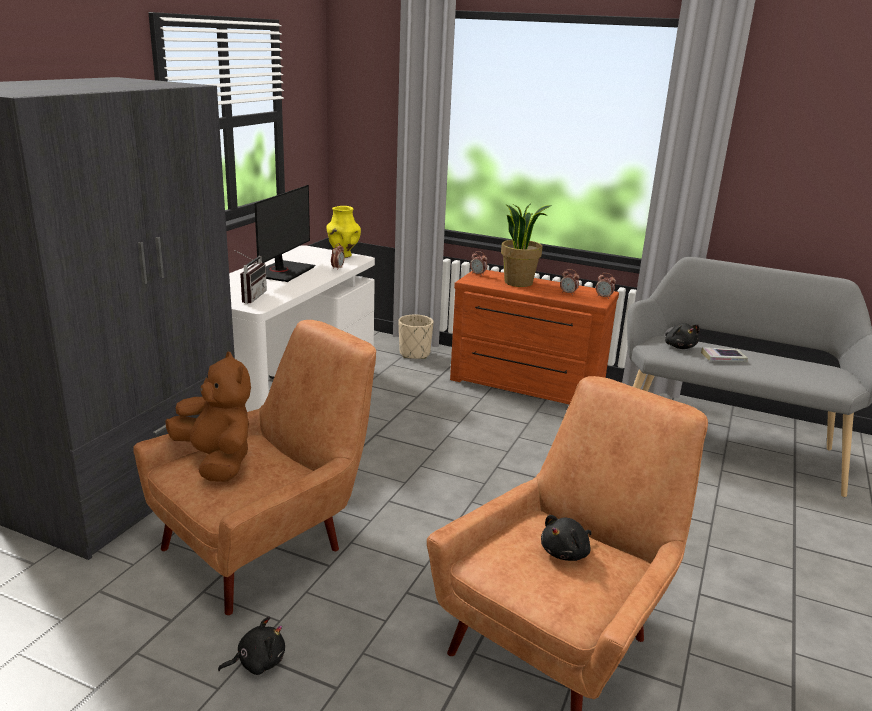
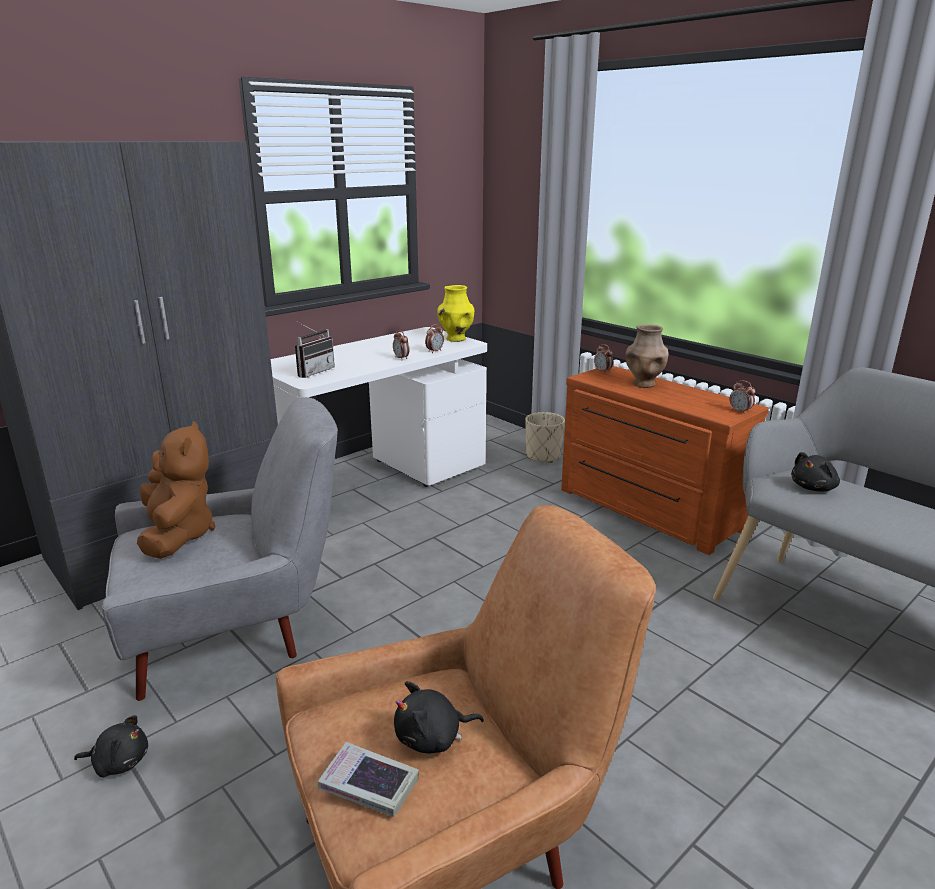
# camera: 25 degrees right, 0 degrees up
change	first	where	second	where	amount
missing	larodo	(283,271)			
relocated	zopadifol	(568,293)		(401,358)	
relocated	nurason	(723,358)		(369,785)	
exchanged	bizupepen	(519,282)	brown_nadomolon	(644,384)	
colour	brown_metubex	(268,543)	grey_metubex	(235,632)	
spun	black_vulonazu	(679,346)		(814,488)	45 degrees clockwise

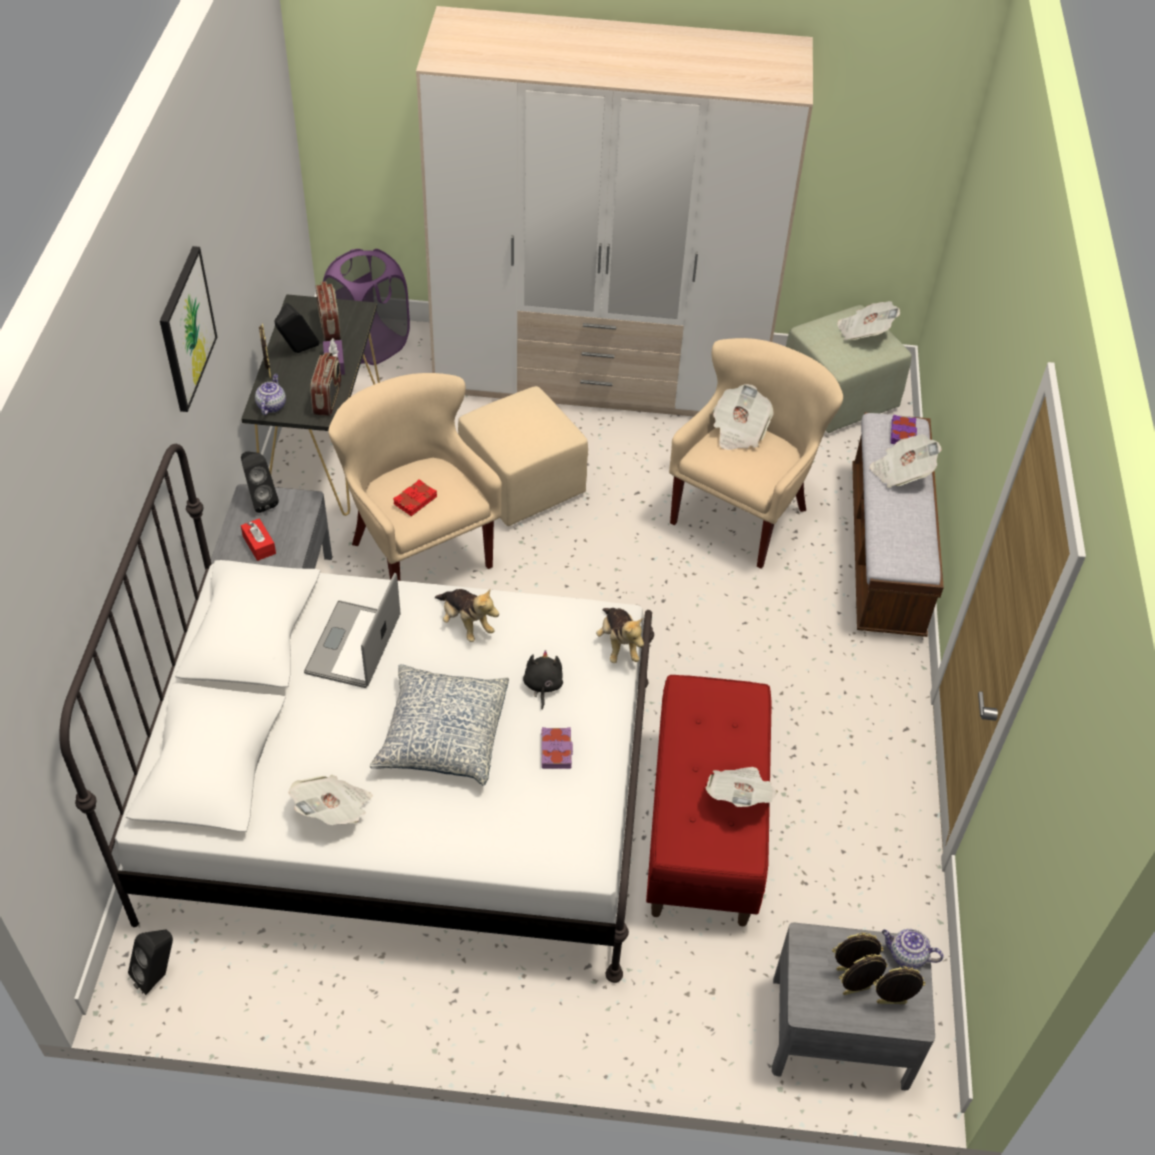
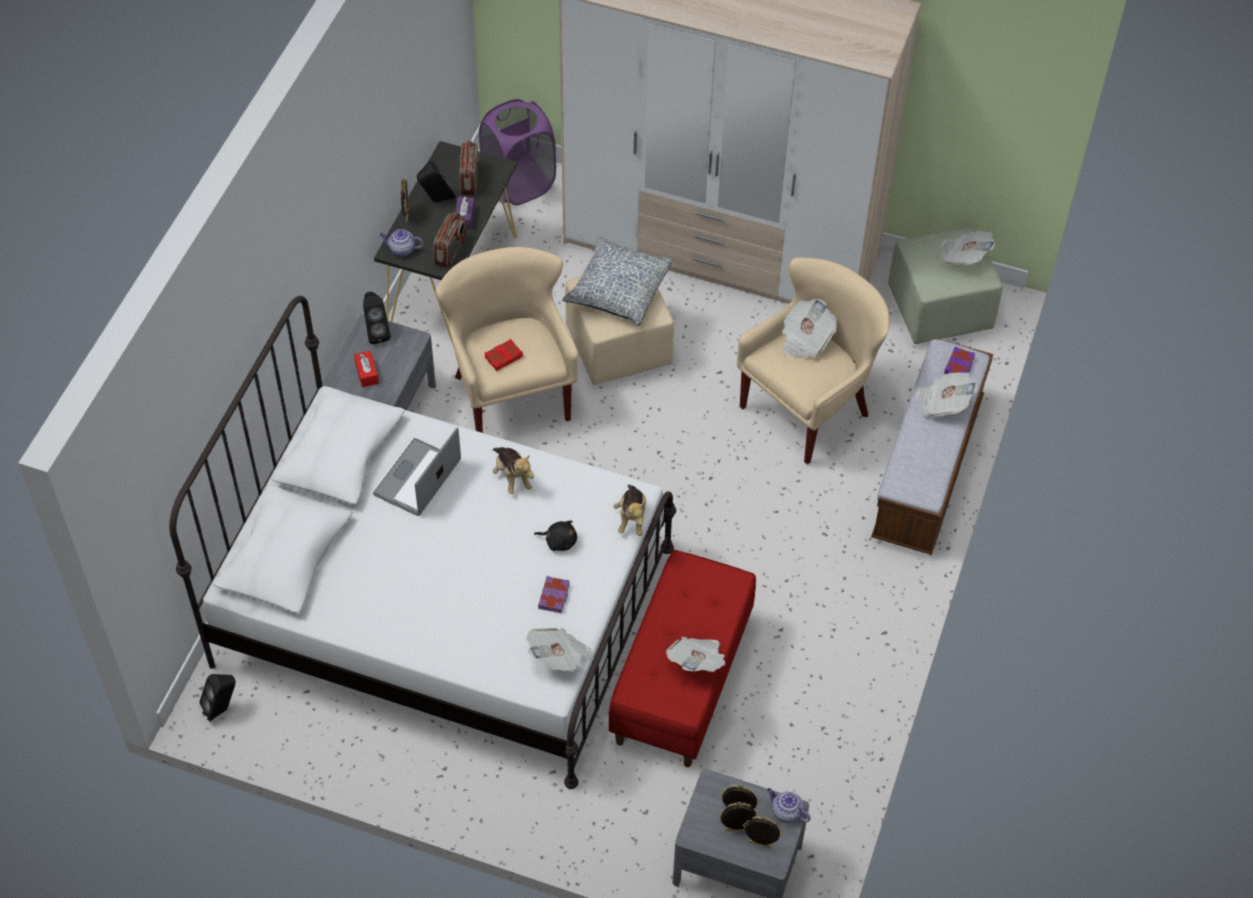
# camera: 15 degrees right, 5 degrees up
change	first	where	second	where	amount
missing	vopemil	(186,329)			
relocated	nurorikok	(334,810)		(559,657)	
relocated	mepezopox	(442,734)		(618,290)	
spun	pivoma	(271,405)		(401,249)	105 degrees counterclockwise
spun	black_vulonazu	(542,686)		(559,541)	90 degrees clockwise

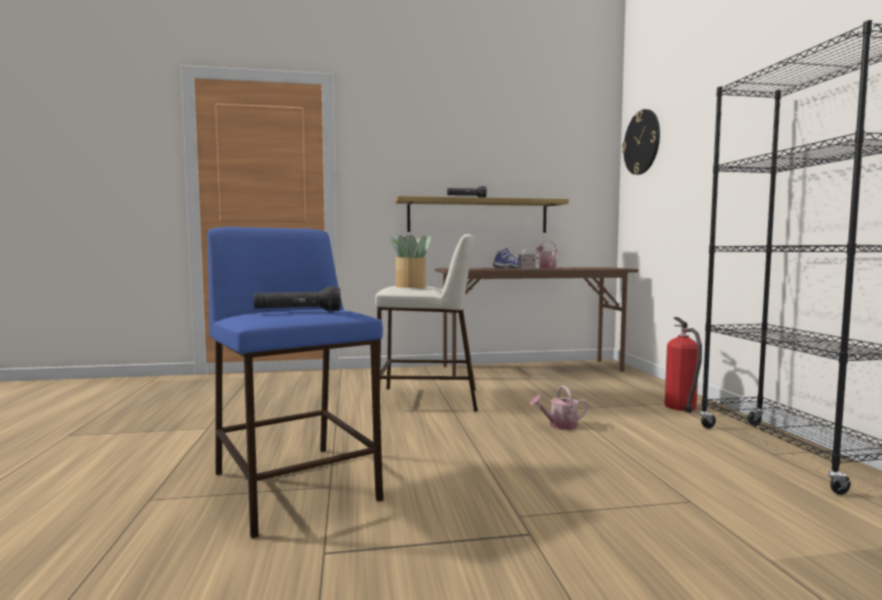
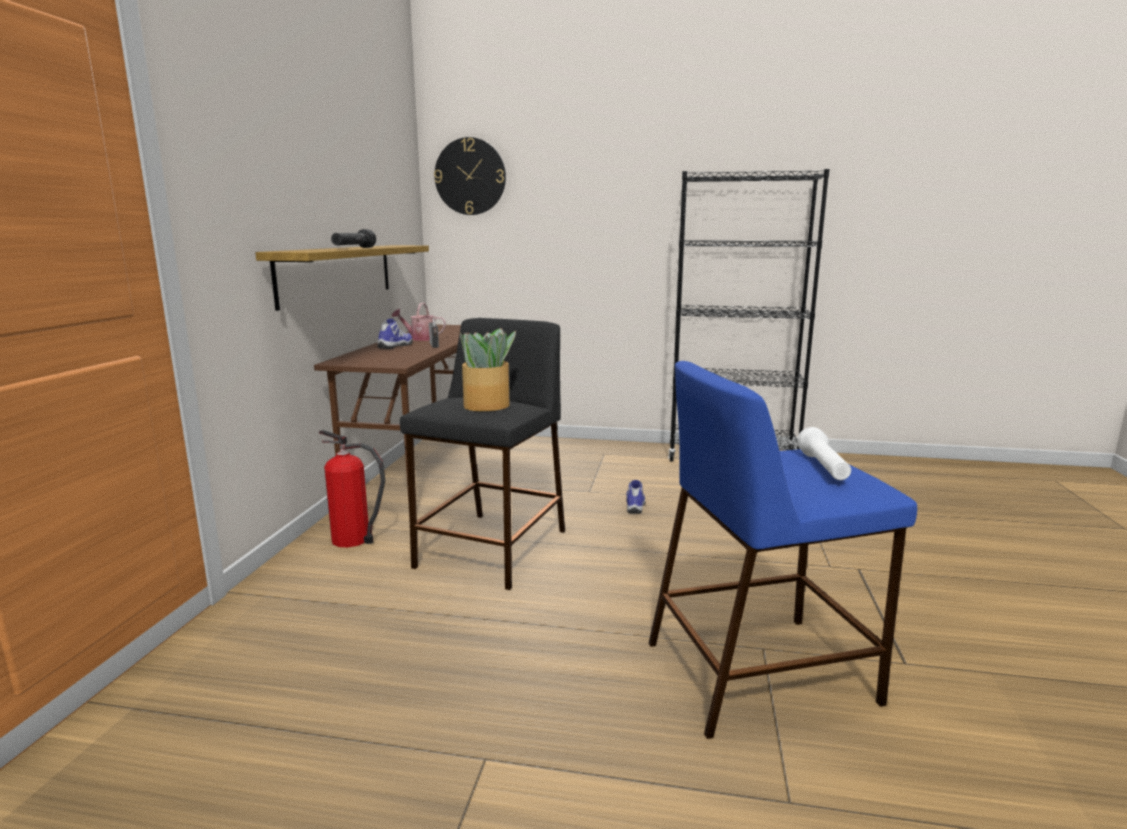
# camera: 70 degrees left, 10 degrees up
change	first	where	second	where	amount
relocated	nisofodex	(682,407)		(354,539)	
exchanged	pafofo	(559,425)	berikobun	(635,505)	
colour	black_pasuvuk	(298,312)	white_pasuvuk	(823,468)	
colour	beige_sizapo	(427,399)	black_sizapo	(492,549)	

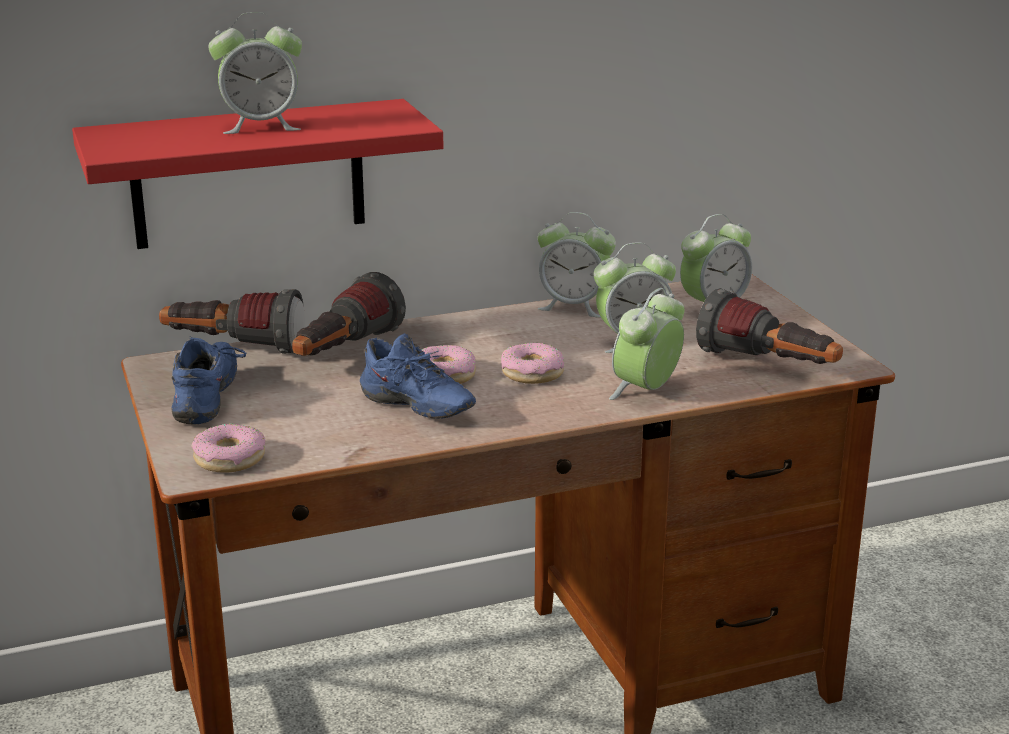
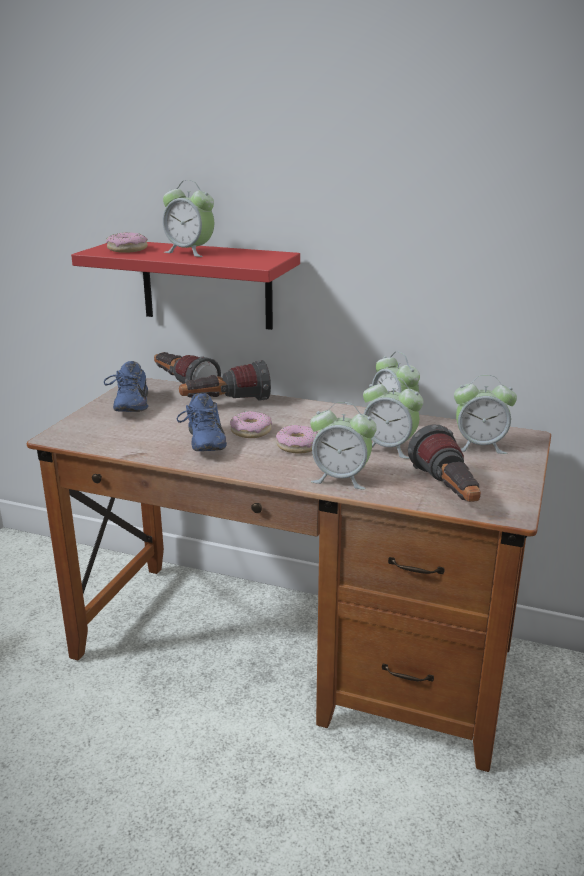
# camera: 40 degrees right, 0 degrees up
change	first	where	second	where	amount
relocated	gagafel	(230,459)		(127,249)	
spun	blue_berikobun	(211,398)		(129,405)	135 degrees clockwise
spun	zopadifol	(646,391)		(341,478)	150 degrees counterclockwise

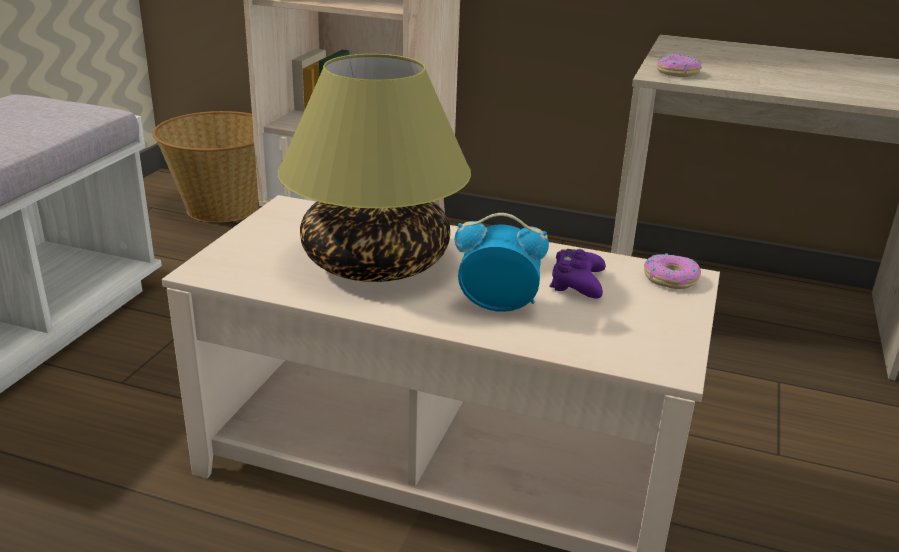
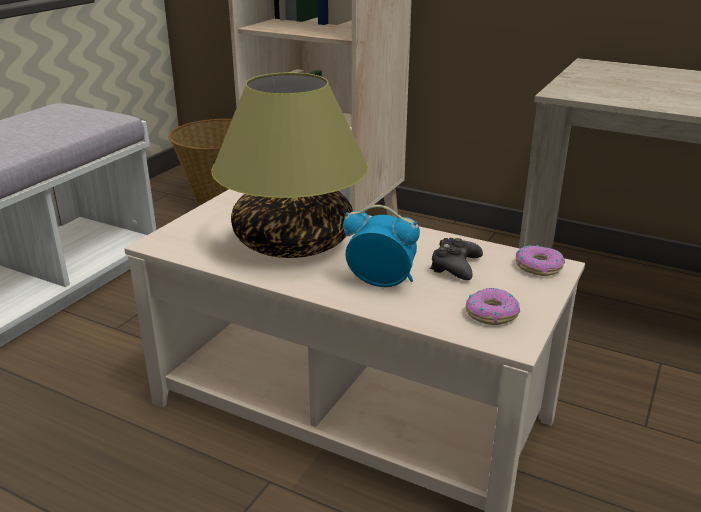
# camera: 10 degrees right, 0 degrees up
change	first	where	second	where	amount
relocated	gagafel	(677,72)		(491,313)	
colour	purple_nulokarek	(577,283)	black_nulokarek	(455,266)	

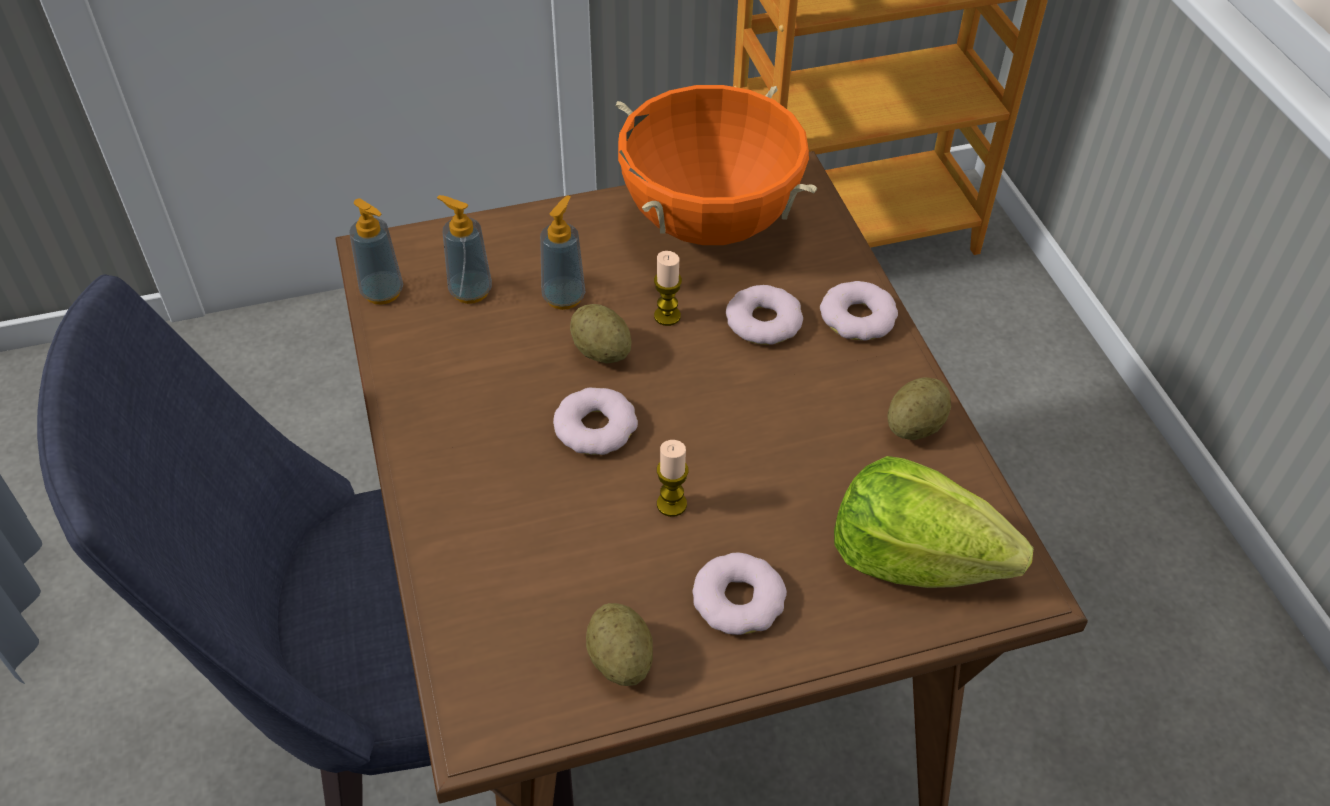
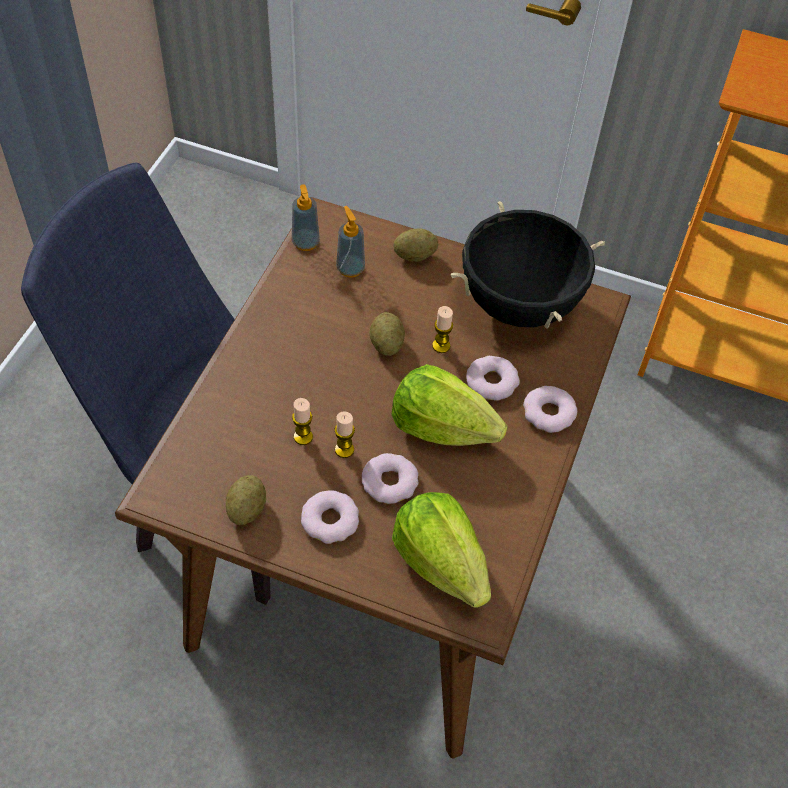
# camera: 35 degrees right, 5 degrees up
change	first	where	second	where	amount
missing	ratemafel	(564,297)			
appeared			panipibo	(303,437)	
appeared			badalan	(441,427)	
relocated	gagafel	(595,427)		(390,482)	
relocated	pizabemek	(914,426)		(415,256)	
colour	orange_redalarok	(709,223)	black_redalarok	(519,304)	

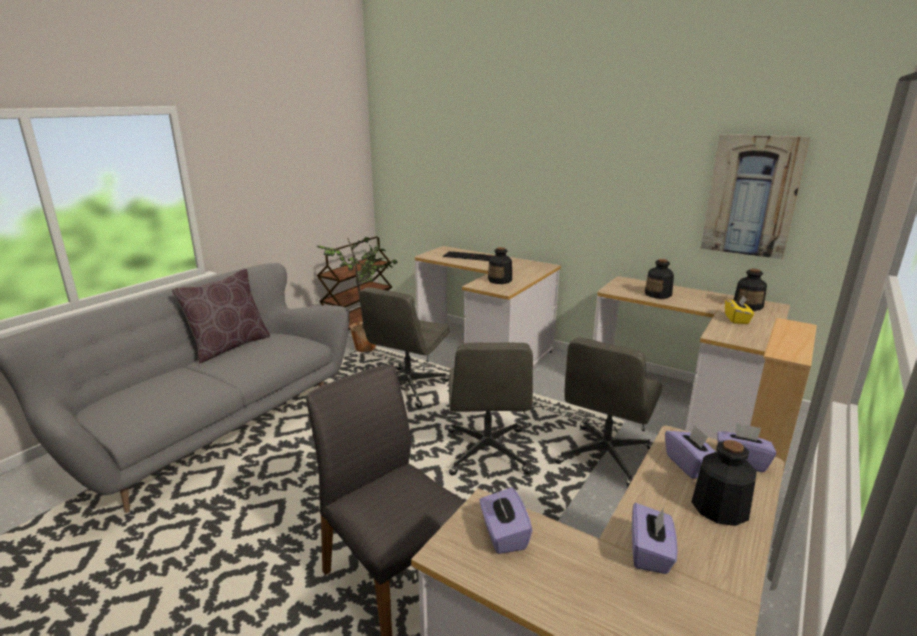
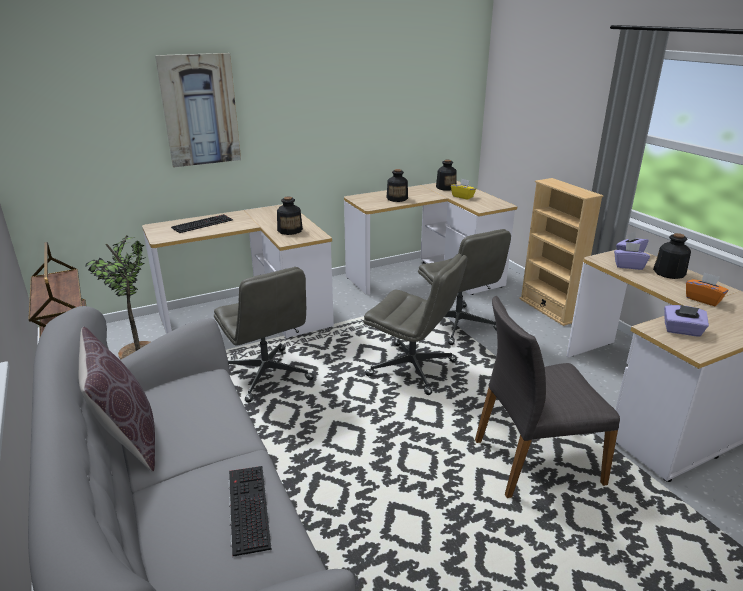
# camera: 60 degrees left, 5 degrees up
change	first	where	second	where	amount
appeared			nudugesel	(247,507)	
relocated	vopemil	(751,196)		(200,110)	
colour	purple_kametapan	(650,553)	orange_kametapan	(703,299)	

